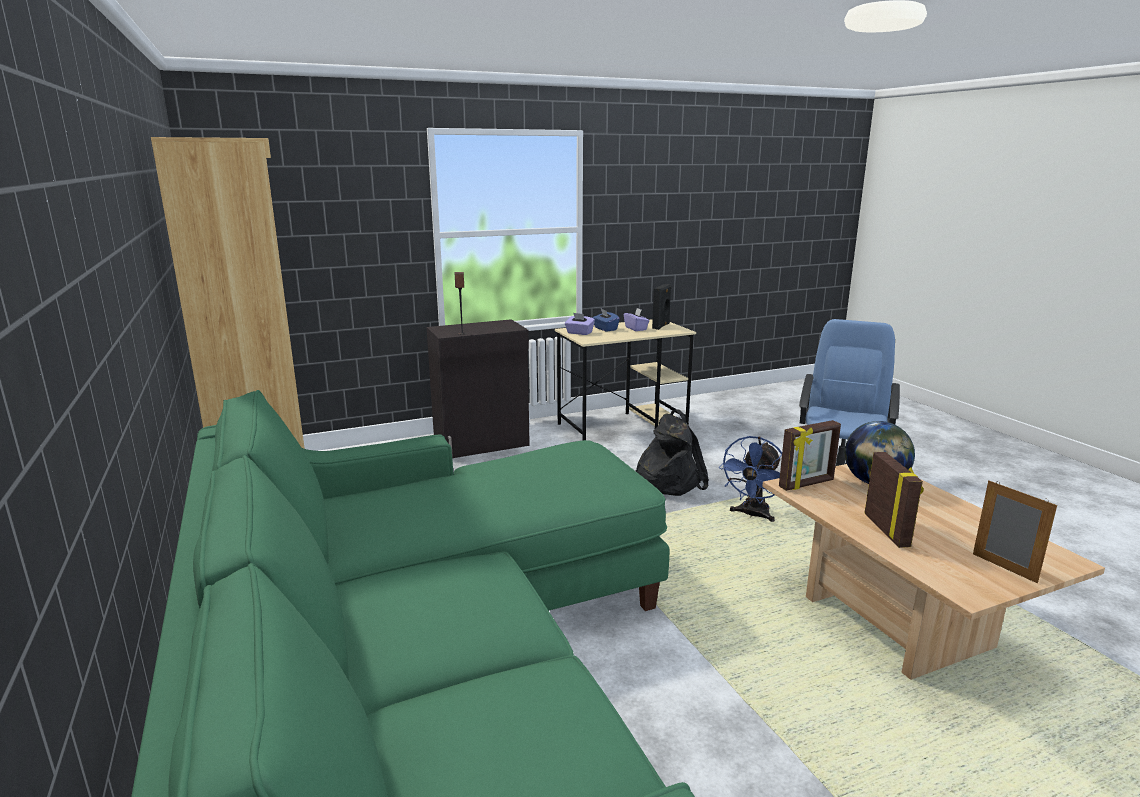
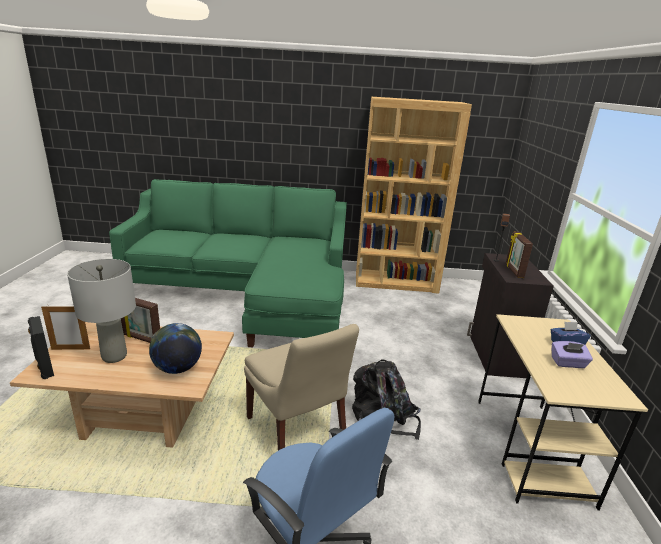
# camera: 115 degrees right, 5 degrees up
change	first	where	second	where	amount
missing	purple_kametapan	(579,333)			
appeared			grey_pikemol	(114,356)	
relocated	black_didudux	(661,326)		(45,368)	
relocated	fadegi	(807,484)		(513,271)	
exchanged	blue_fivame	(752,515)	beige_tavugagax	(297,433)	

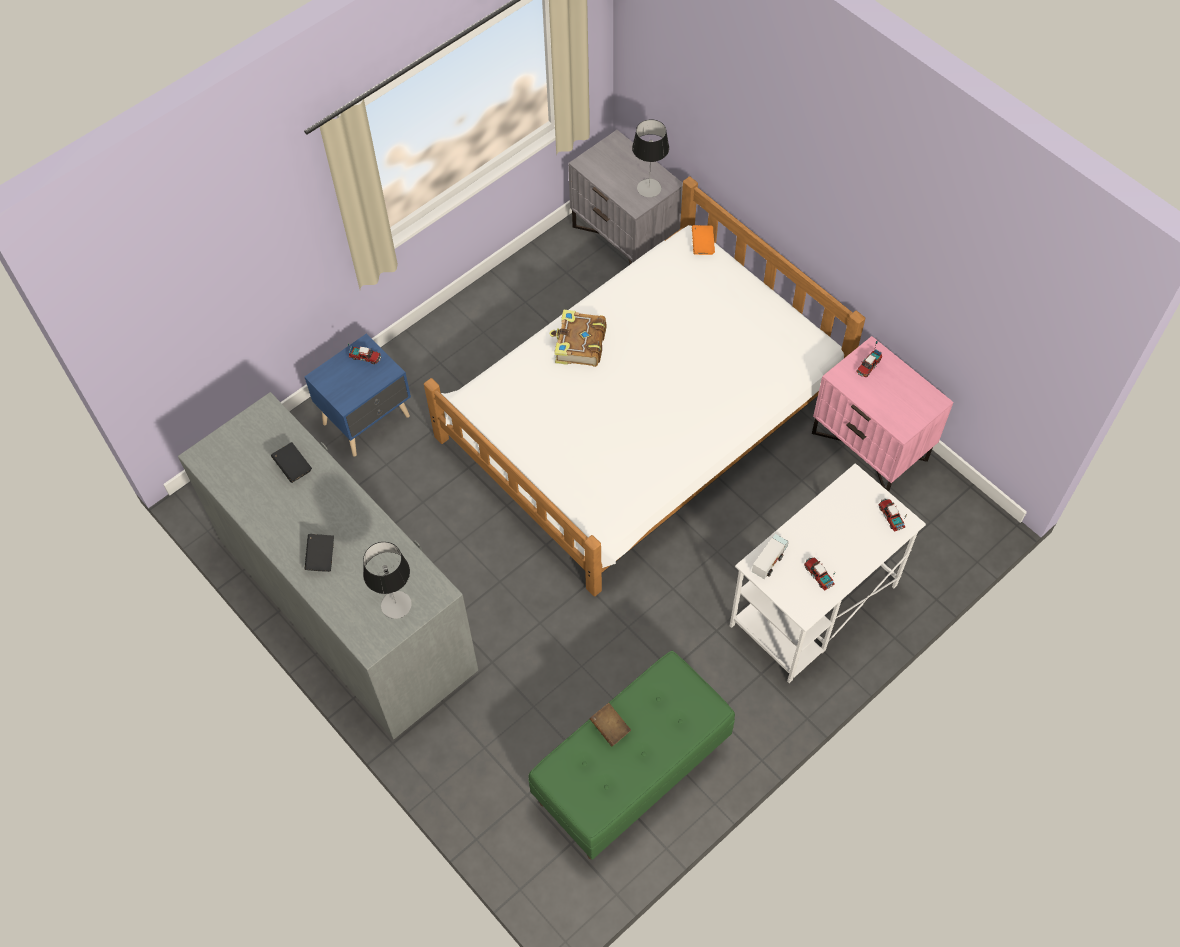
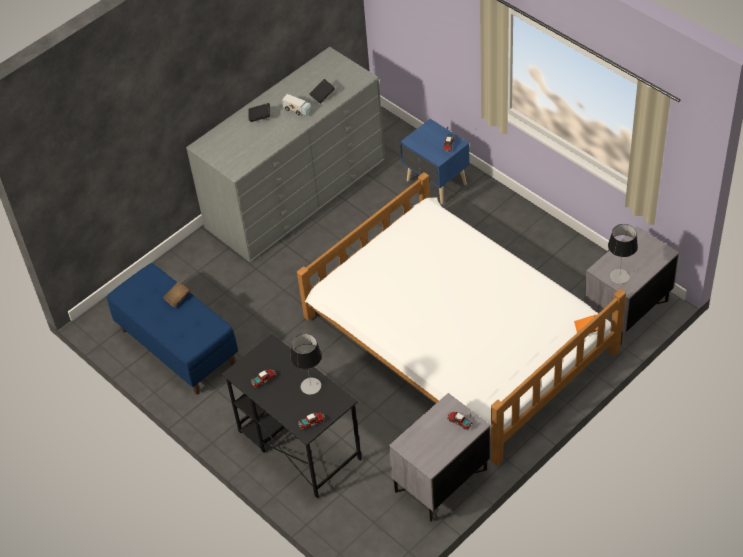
# camera: 90 degrees right, 10 degrees down
change	first	where	second	where	amount
missing	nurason	(579,345)			
relocated	pikemol	(396,604)		(311,386)	
relocated	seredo	(769,560)		(297,110)	
colour	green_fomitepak	(631,772)	blue_fomitepak	(177,347)	
colour	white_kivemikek	(812,606)	black_kivemikek	(298,444)	
colour	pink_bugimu	(870,446)	grey_bugimu	(441,481)	

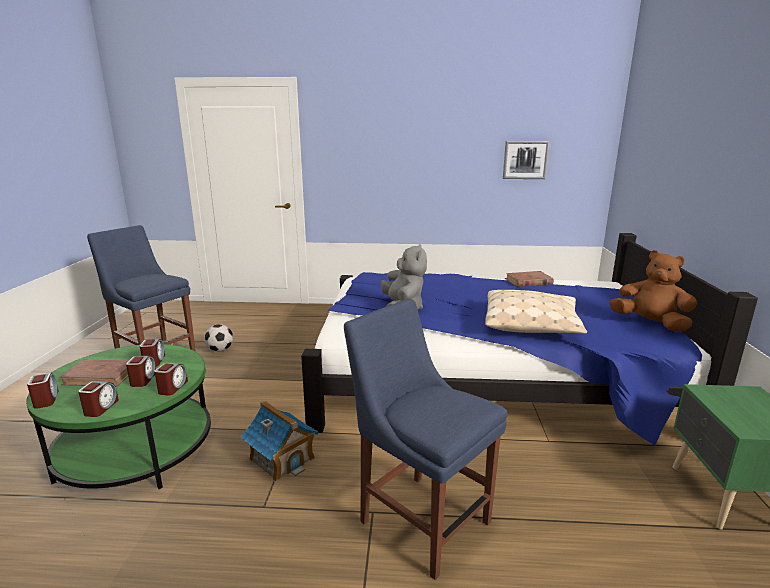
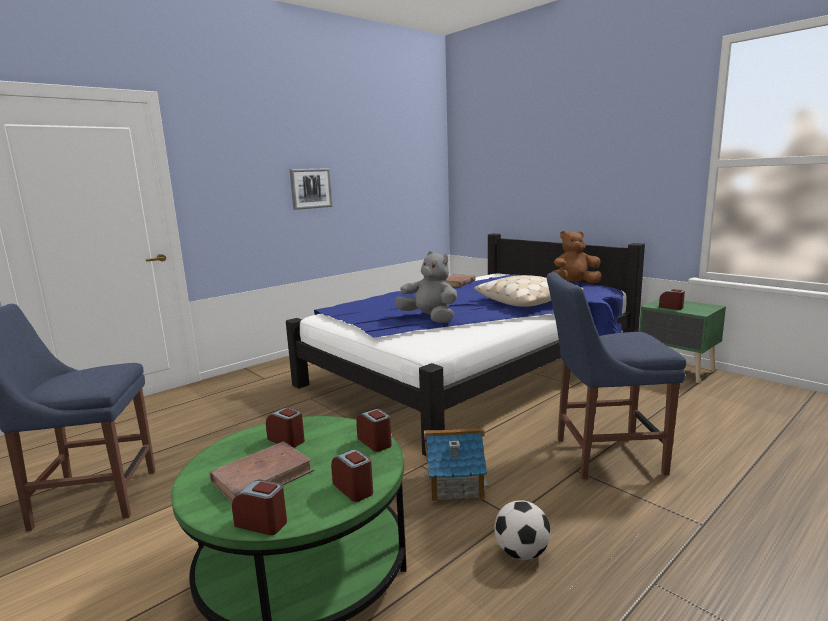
# camera: 45 degrees left, 5 degrees down
change	first	where	second	where	amount
relocated	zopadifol	(143,379)		(671,307)	
relocated	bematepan	(220,350)		(521,553)	
relocated	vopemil	(525,160)		(311,188)	

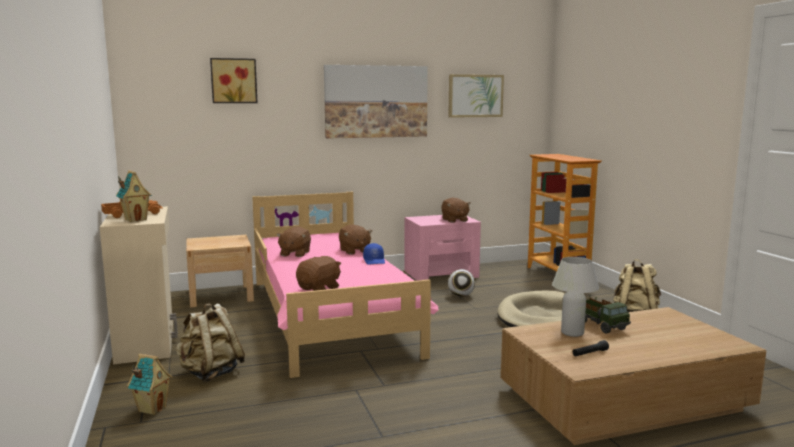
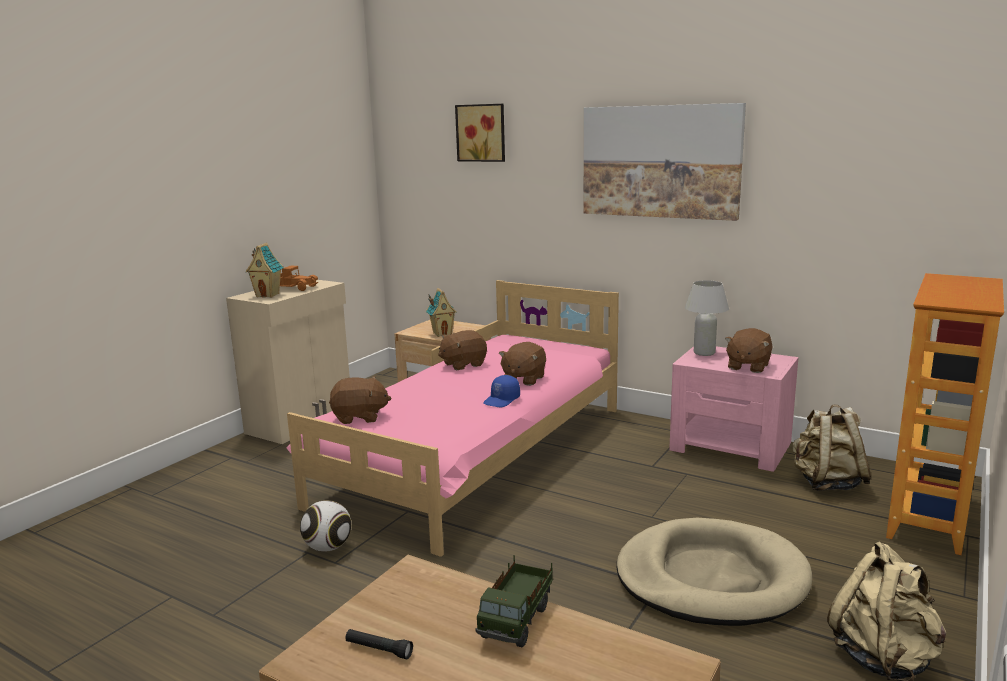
# camera: 50 degrees right, 5 degrees up
change	first	where	second	where	amount
missing	vopemil	(475,96)			
relocated	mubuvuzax	(152,409)		(442,334)	
relocated	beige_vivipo	(210,373)		(827,483)	
relocated	bematepan	(461,295)		(328,547)	
relocated	white_pikemol	(572,333)		(704,353)	

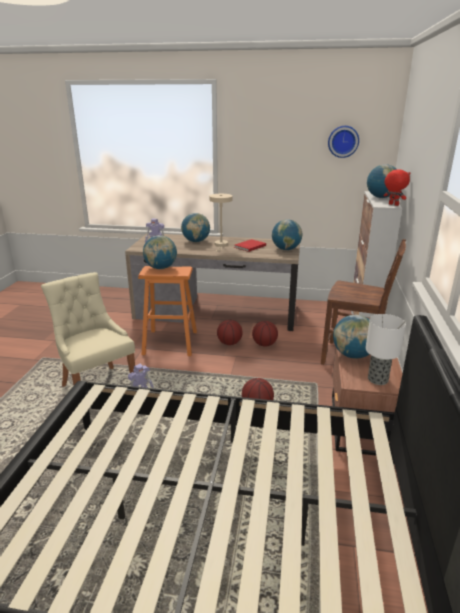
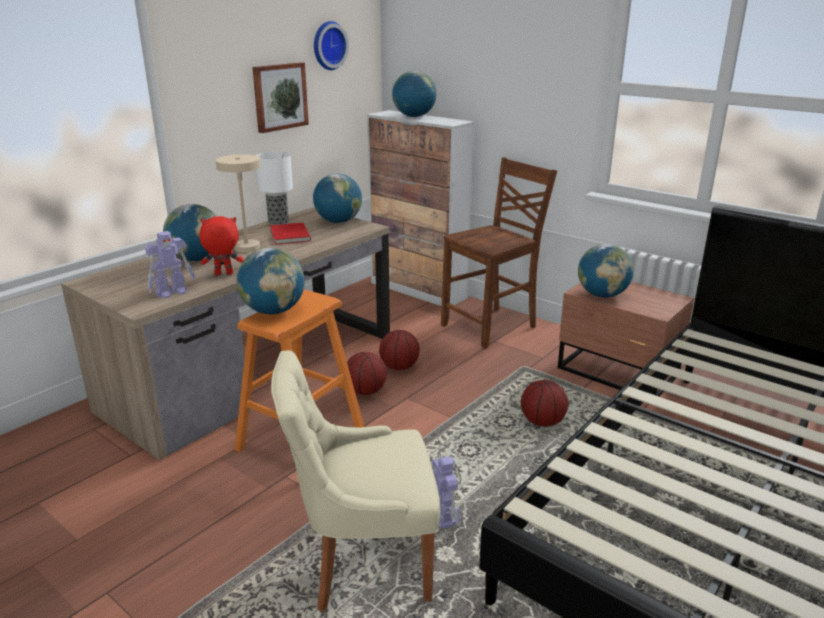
# camera: 60 degrees left, 0 degrees up
change	first	where	second	where	amount
appeared			vopemil	(279,96)	
relocated	pikemol	(377,380)		(278,222)	
relocated	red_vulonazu	(393,205)		(223,274)	

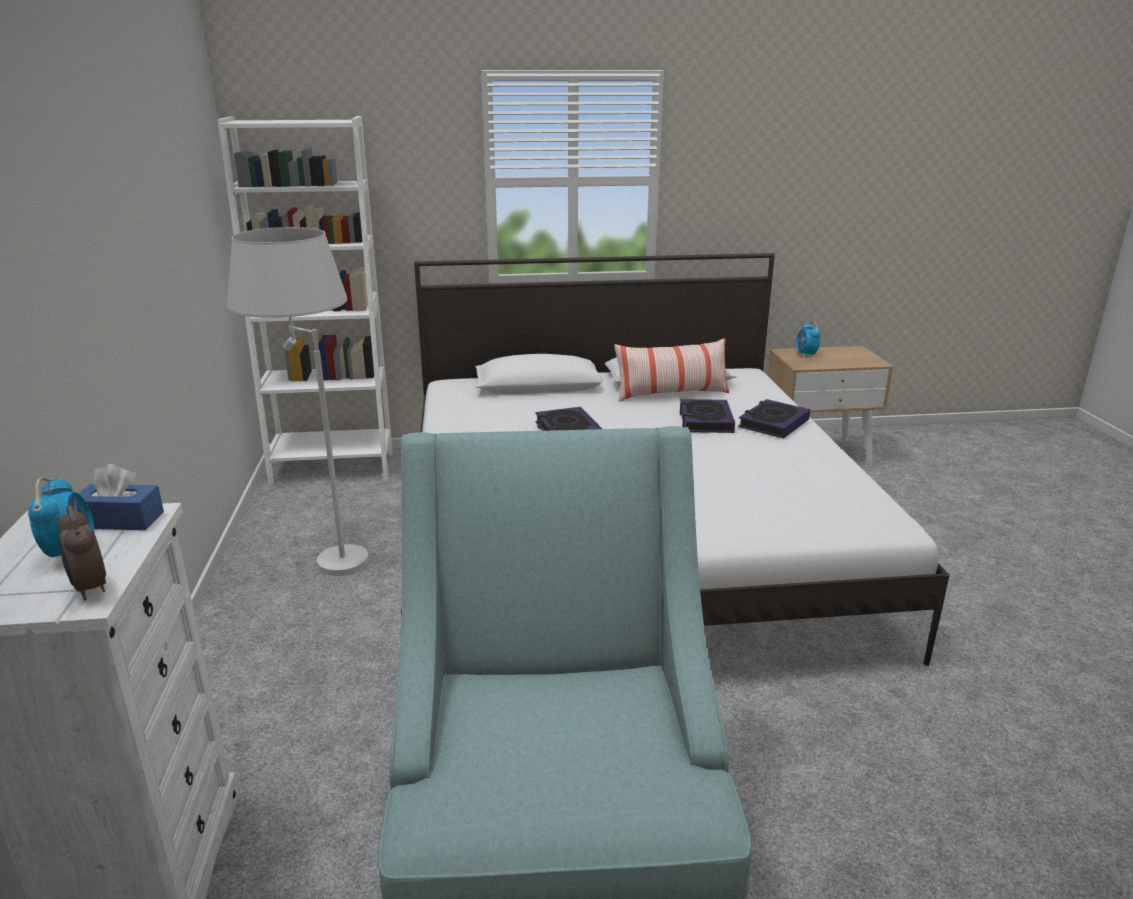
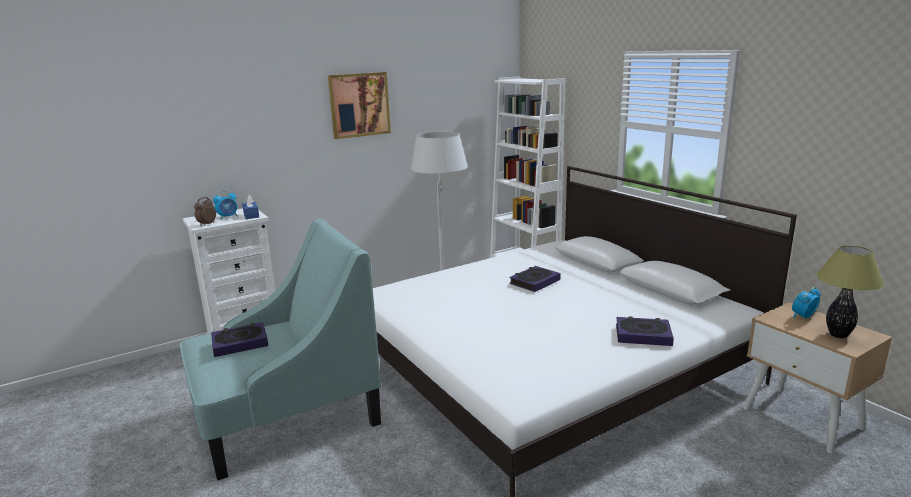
# camera: 65 degrees right, 5 degrees down
change	first	where	second	where	amount
missing	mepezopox	(671,394)			
appeared			vopemil	(359,105)	
appeared			pikemol	(838,335)	
relocated	nurason	(705,421)		(240,343)	

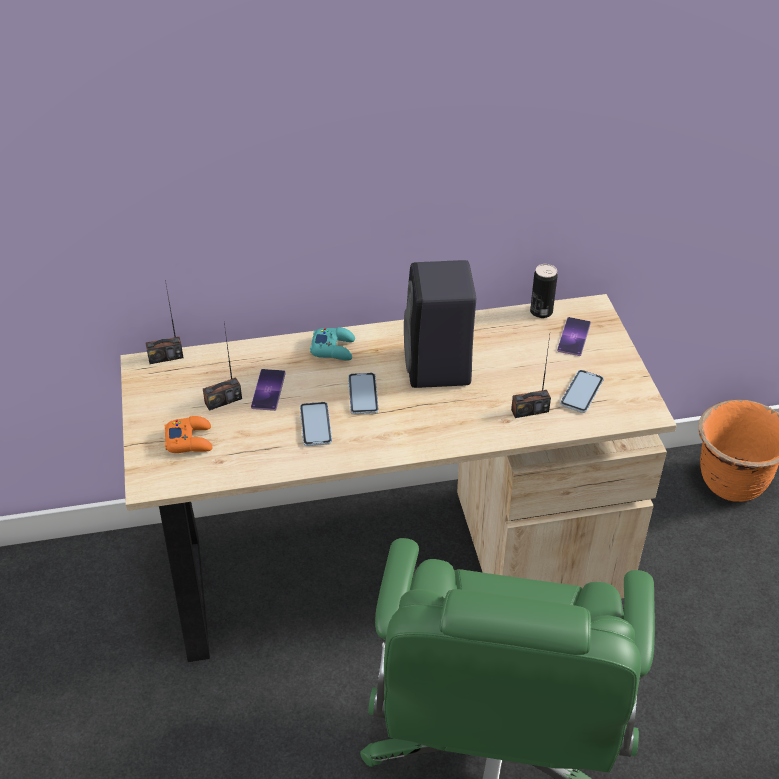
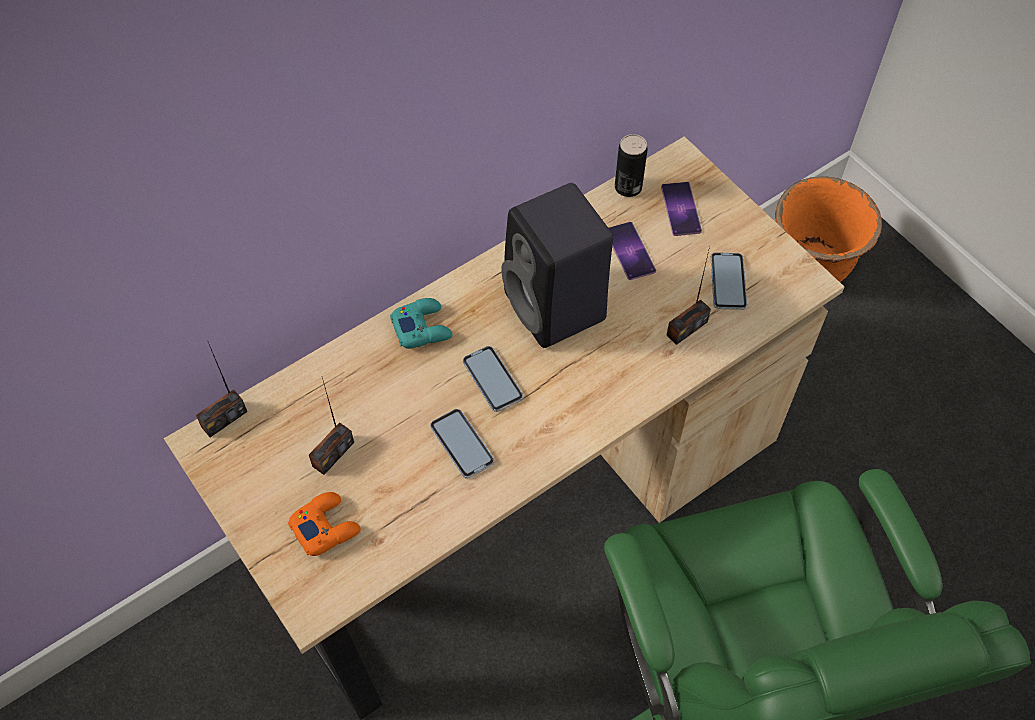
# camera: 25 degrees left, 15 degrees up
change	first	where	second	where	amount
relocated	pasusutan	(268,390)		(630,251)	

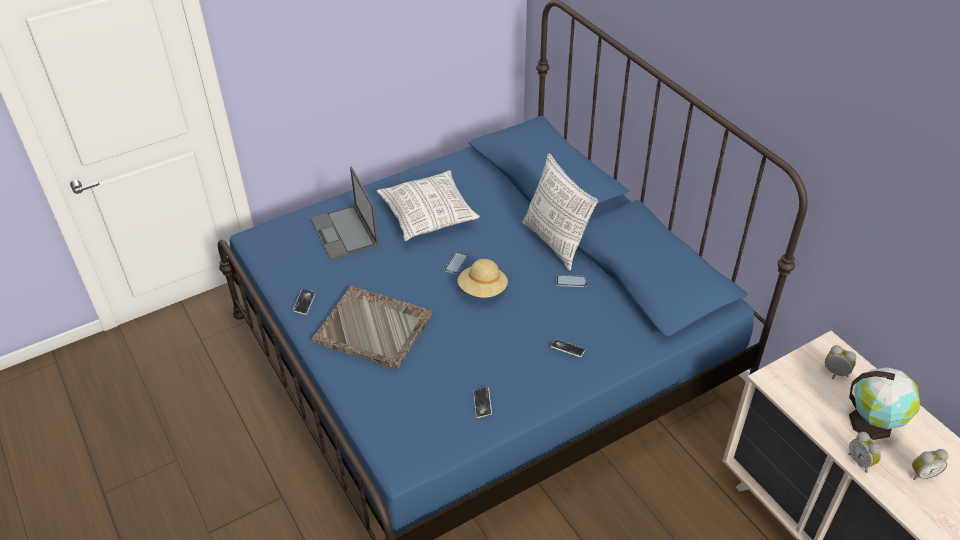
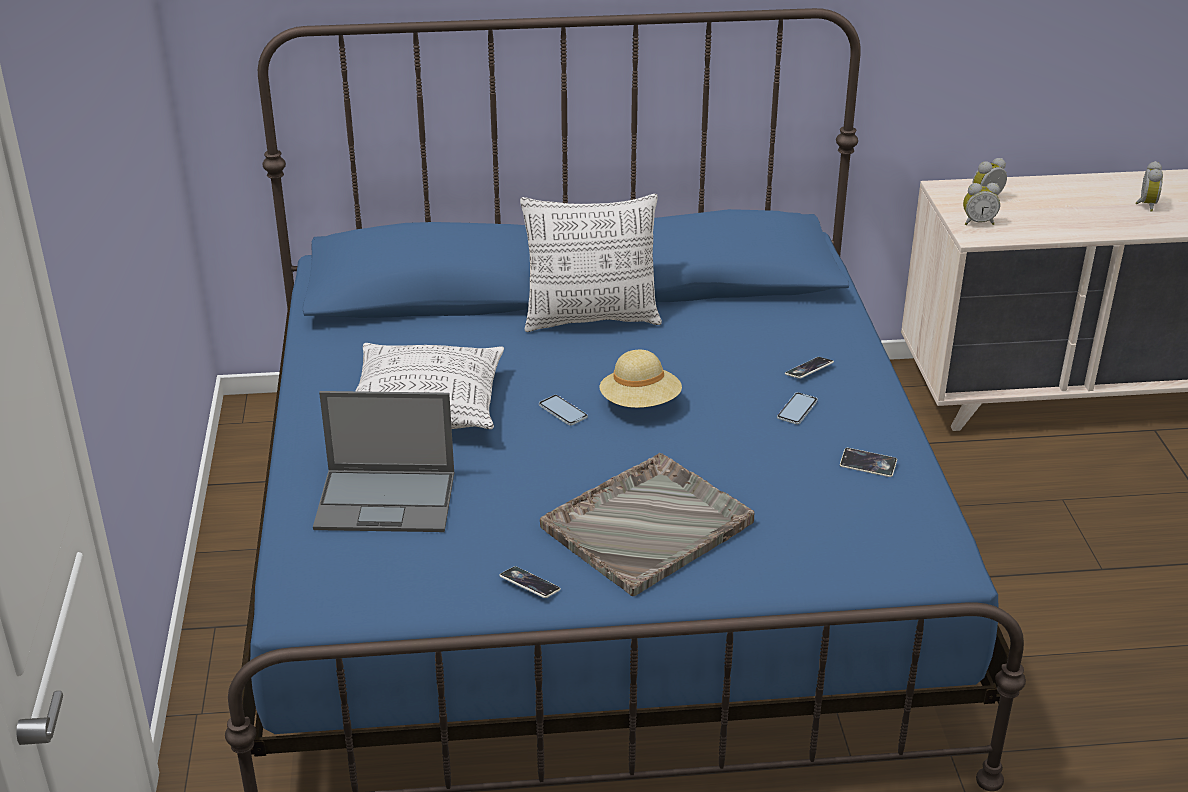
# camera: 65 degrees left, 10 degrees down
change	first	where	second	where	amount
missing	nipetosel	(873,423)			
relocated	pasusutan	(571,281)		(797,409)	
relocated	zopadifol	(861,461)		(978,222)	

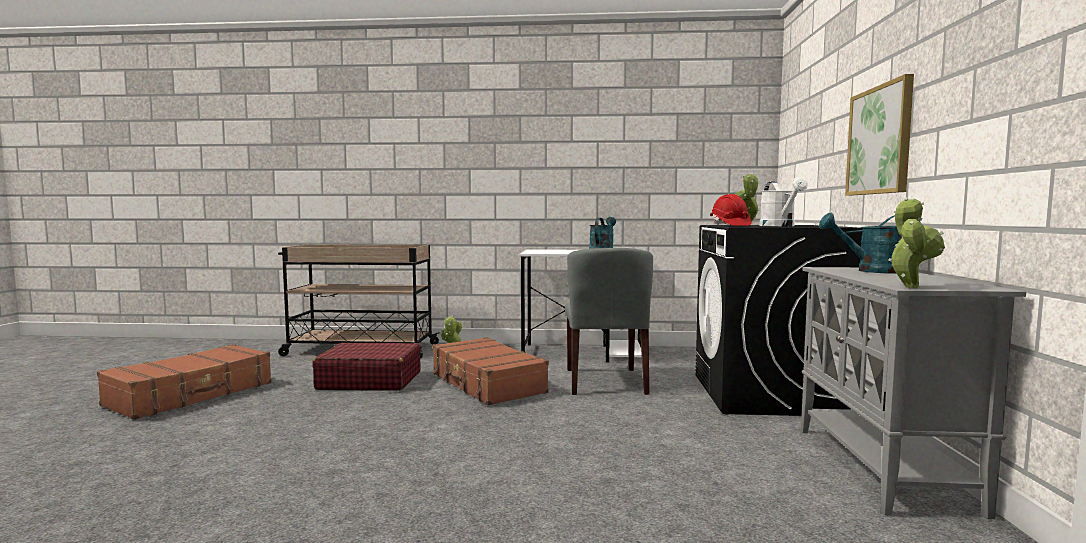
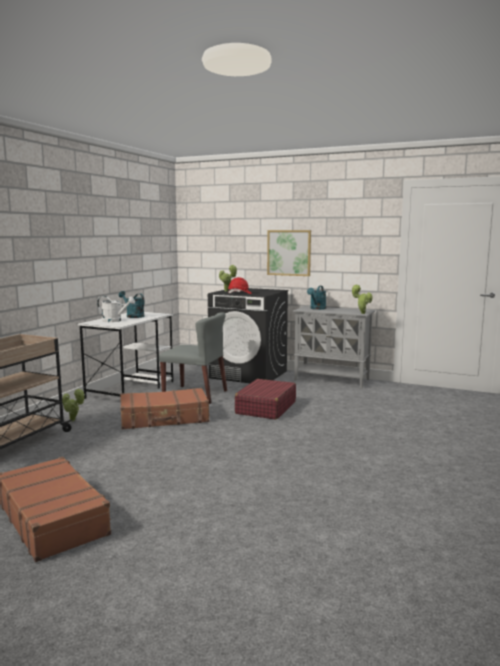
# camera: 70 degrees left, 5 degrees up
change	first	where	second	where	amount
relocated	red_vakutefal	(369,381)		(265,408)	
relocated	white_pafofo	(780,226)		(115,321)	

